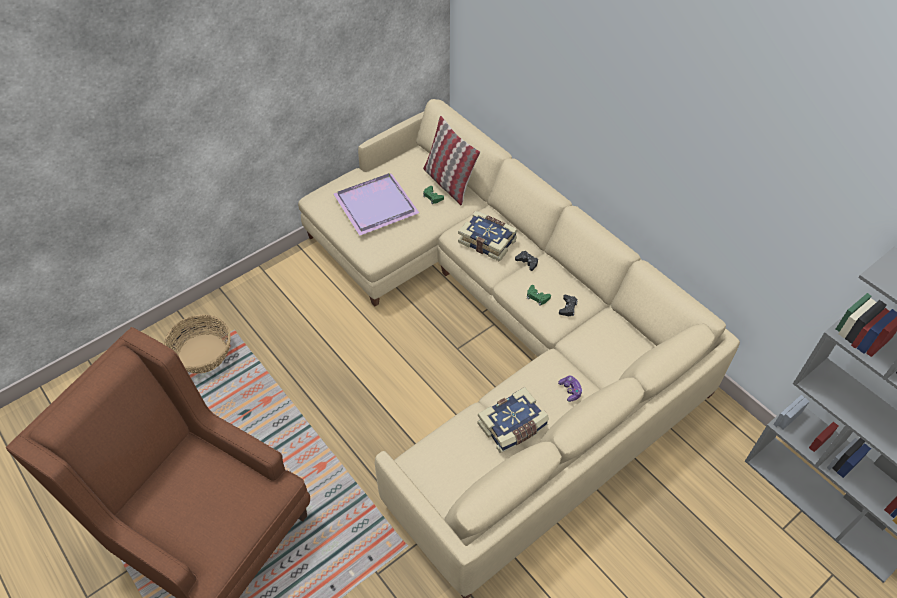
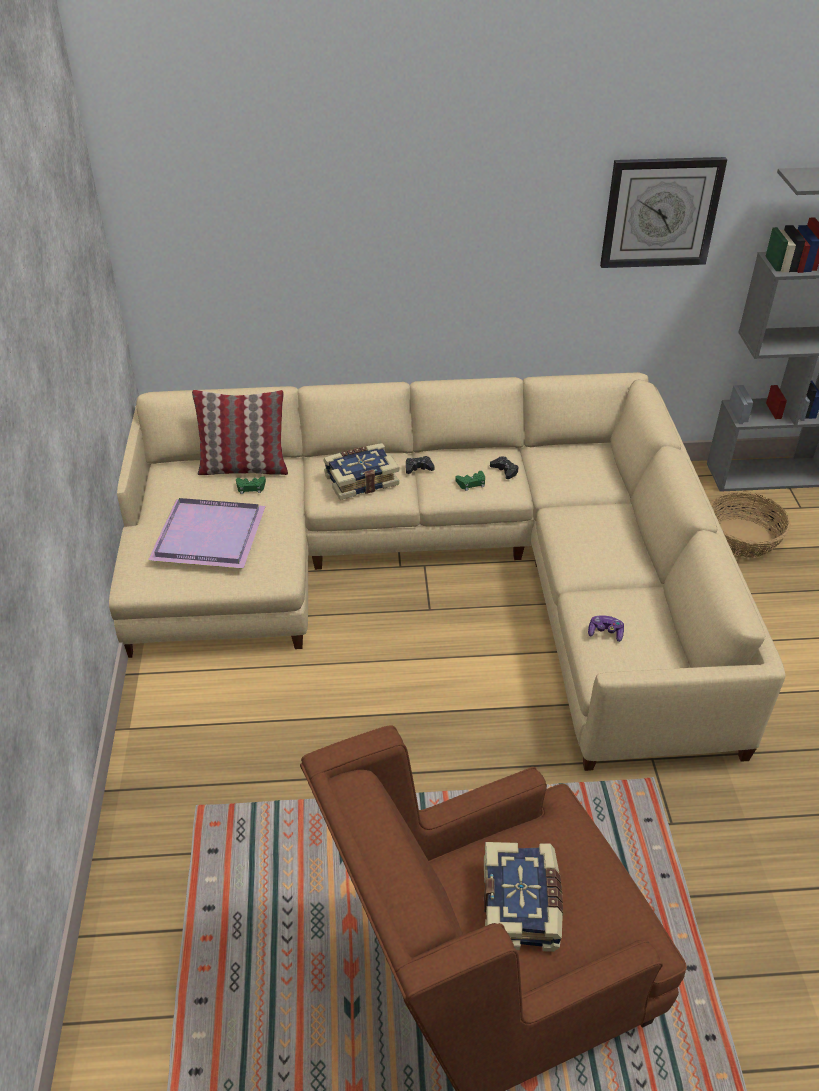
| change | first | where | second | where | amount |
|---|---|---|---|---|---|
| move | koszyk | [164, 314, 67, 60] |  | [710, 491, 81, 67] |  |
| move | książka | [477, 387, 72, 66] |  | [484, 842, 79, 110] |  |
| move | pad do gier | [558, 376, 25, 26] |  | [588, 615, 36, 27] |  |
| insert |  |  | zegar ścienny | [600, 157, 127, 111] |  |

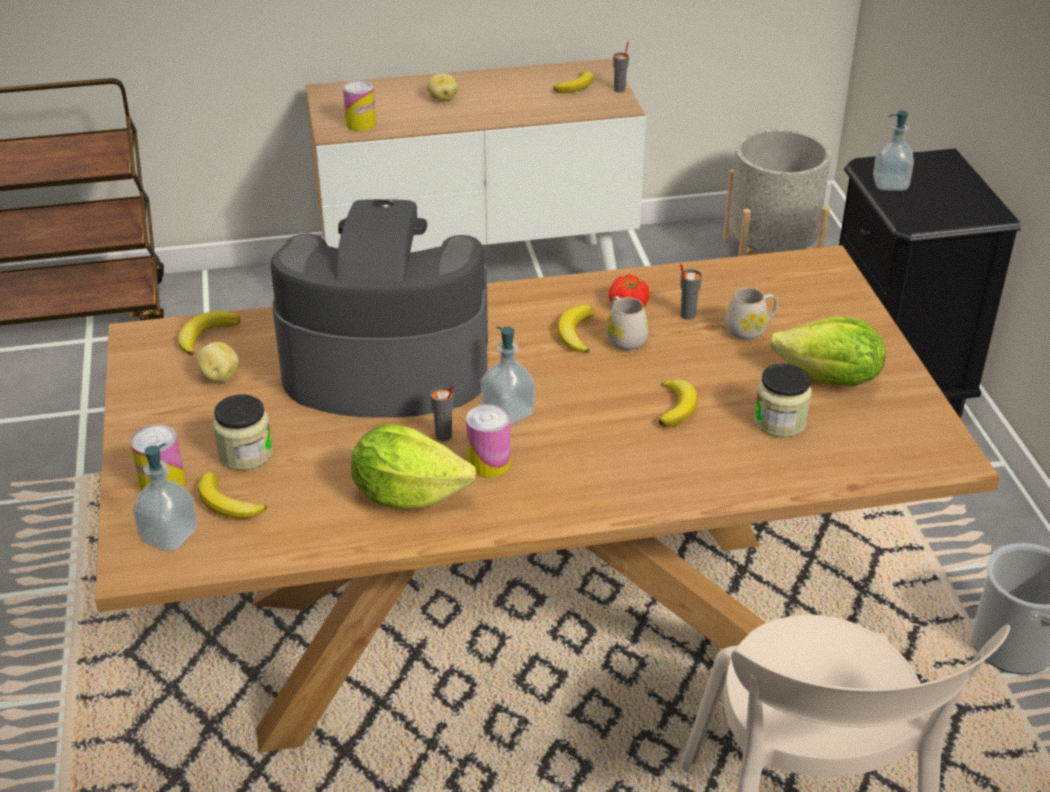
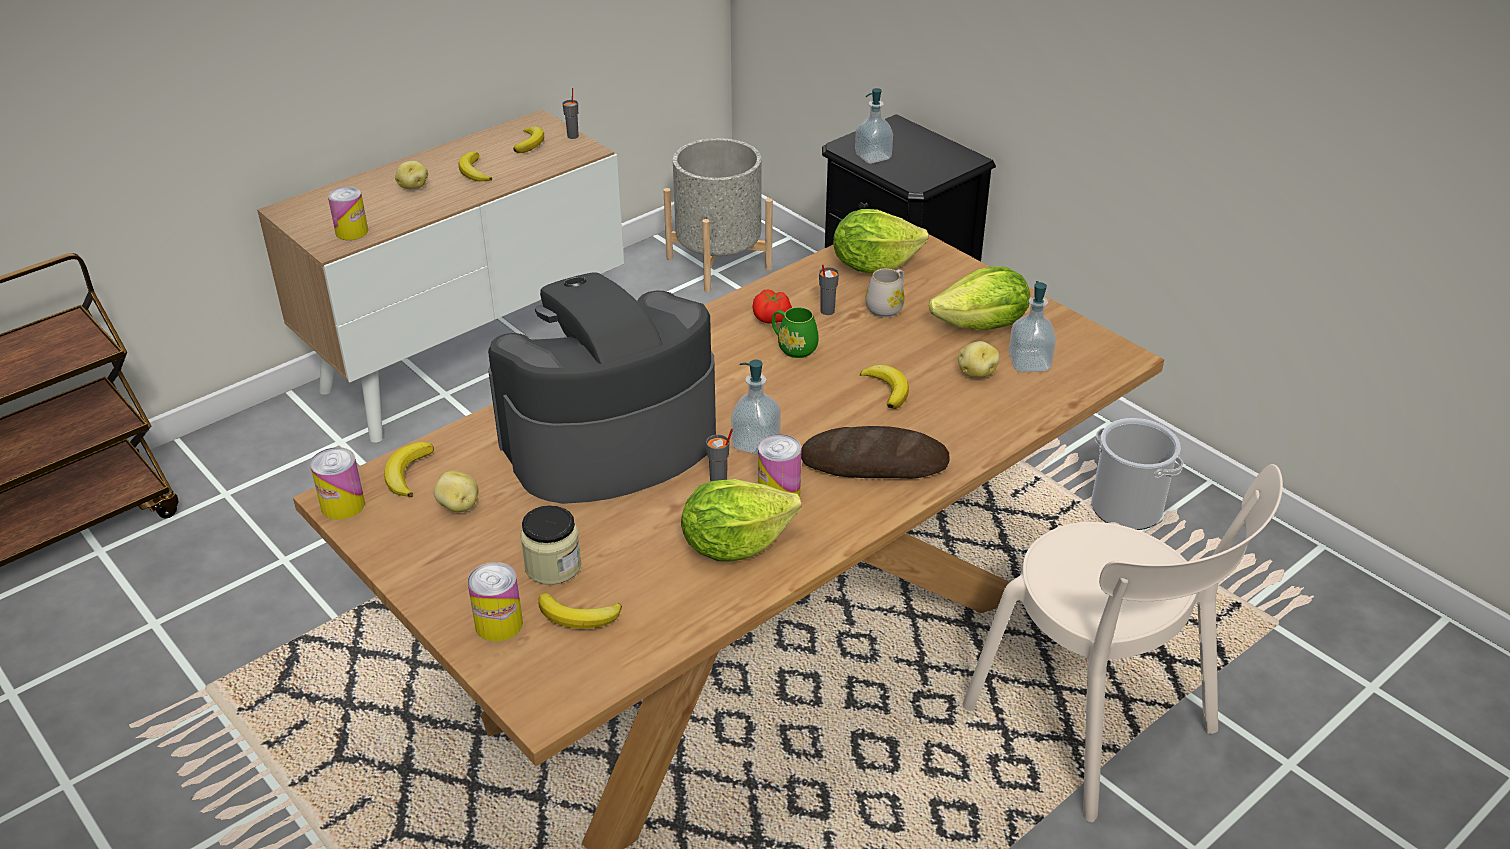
| change | first | where | second | where | amount |
|---|---|---|---|---|---|
| move | dozownik mydła | [133, 443, 65, 109] |  | [1009, 281, 47, 91] |  |
| move | banan | [558, 305, 37, 48] |  | [458, 152, 34, 30] |  |
| recolor | kubek/biały | [606, 296, 43, 55] | kubek/zielony | [772, 307, 47, 51] |  |
| replace | słoik | [754, 363, 58, 75] | ziemniak | [958, 341, 41, 36] |  |
| insert |  |  | puszka | [310, 447, 55, 73] |  |
| insert |  |  | chleb | [801, 426, 149, 53] |  |
| insert |  |  | sałata | [833, 209, 95, 64] |  |

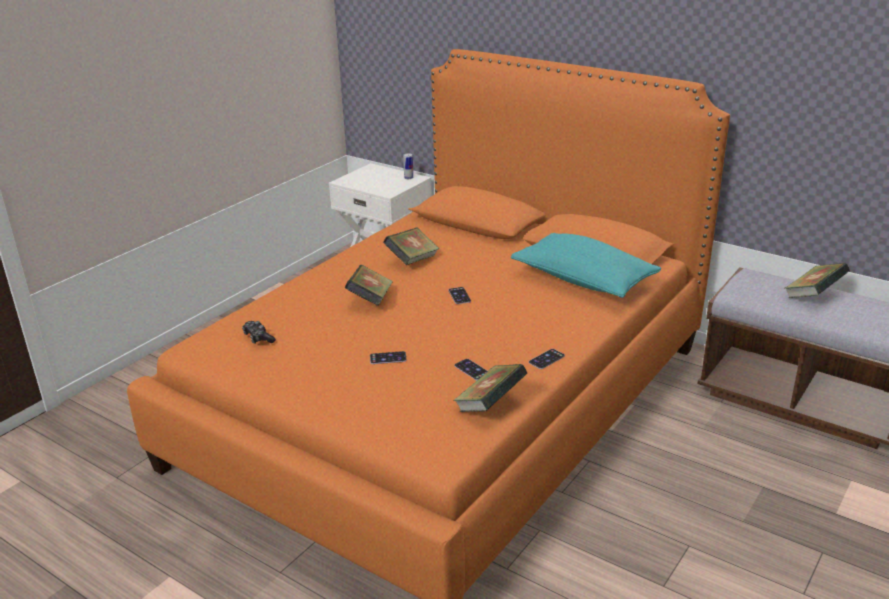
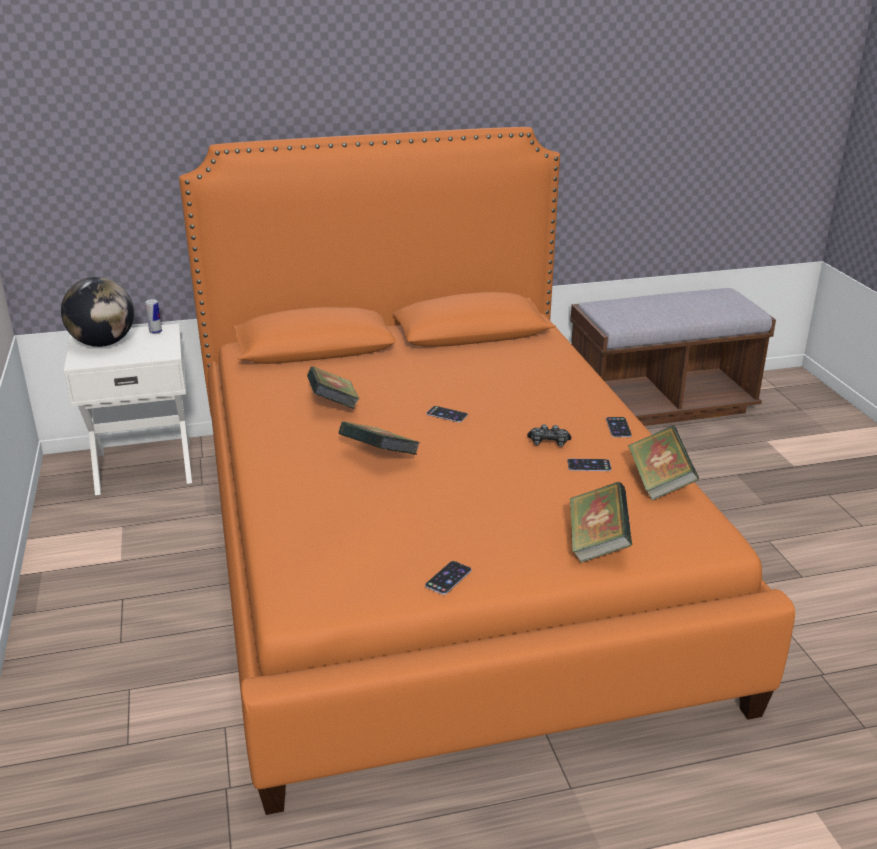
| change | first | where | second | where | amount |
|---|---|---|---|---|---|
| move | pad do gier | [242, 321, 34, 23] |  | [527, 424, 44, 23] |  |
| move | telefon | [370, 351, 37, 13] |  | [425, 561, 47, 34] |  |
| delete | poduszka/turkusowy | [511, 233, 150, 65] |  |  |  |
| move | książka | [785, 263, 65, 35] |  | [570, 482, 62, 81] |  |
| insert |  |  | globus | [61, 277, 73, 70] |  |

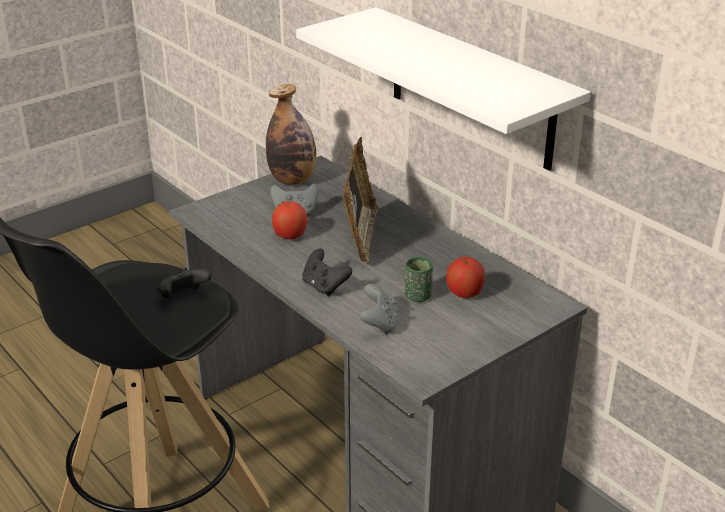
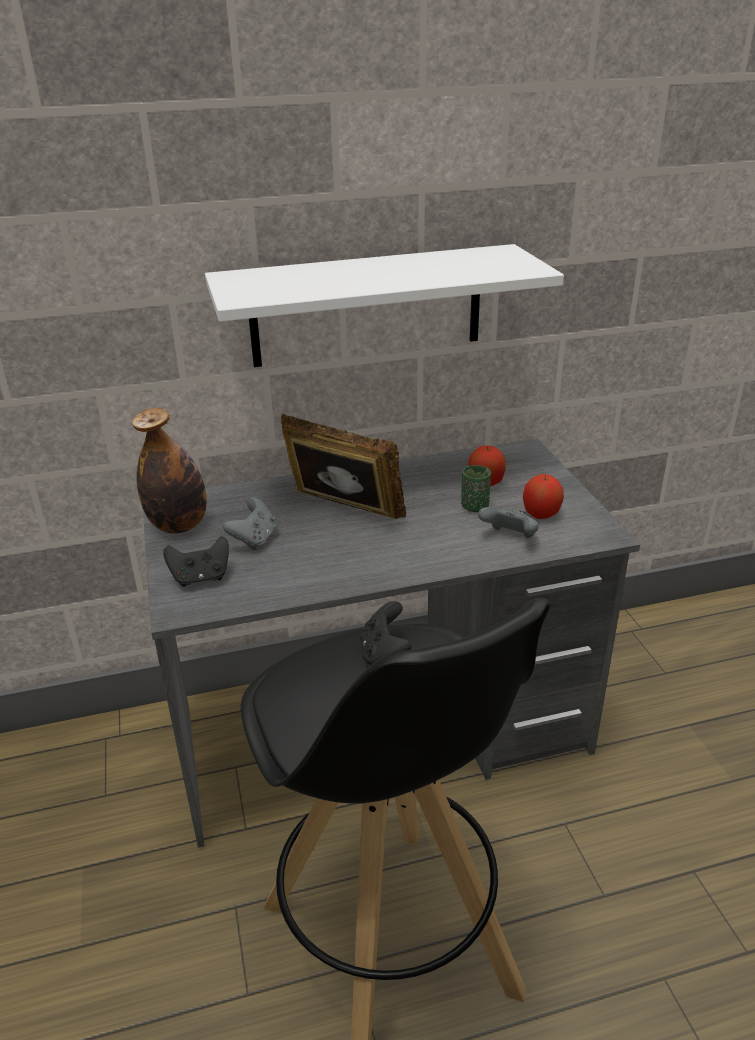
| change | first | where | second | where | amount |
|---|---|---|---|---|---|
| move | jabłko | [272, 201, 35, 38] |  | [523, 474, 41, 45] |  |
| move | pad do gier/czarny | [302, 248, 50, 48] |  | [163, 536, 66, 51] |  |

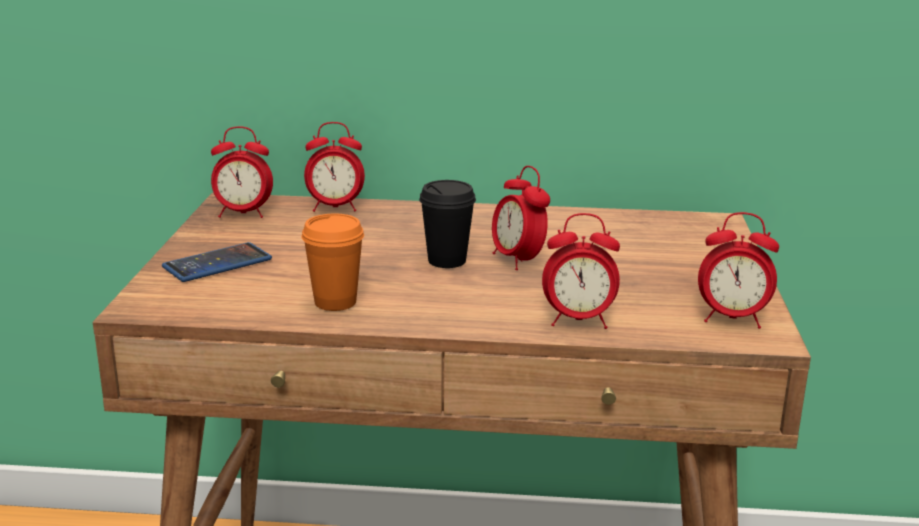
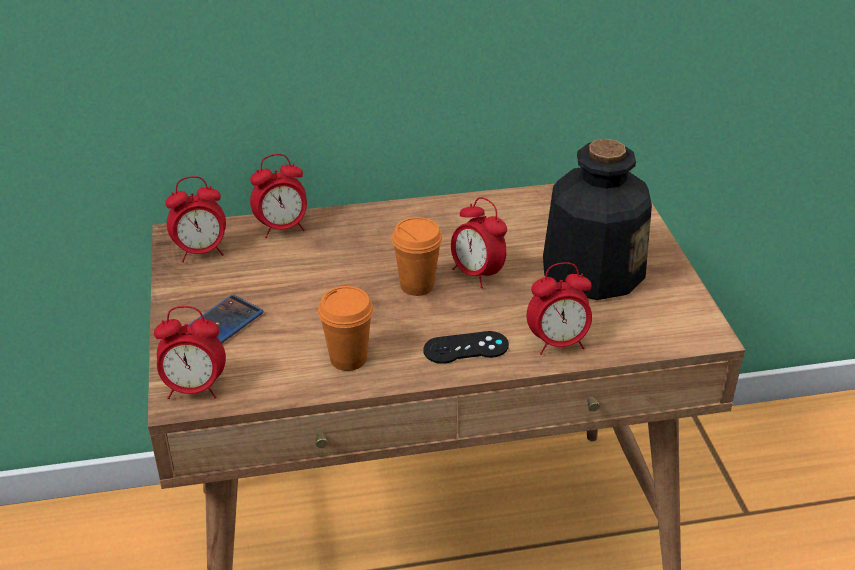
| change | first | where | second | where | amount |
|---|---|---|---|---|---|
| recolor | filiżanka/czarny | [419, 180, 57, 88] | filiżanka/pomarańczowy | [392, 217, 50, 79] |  |
| move | budzik | [698, 212, 81, 117] |  | [154, 306, 72, 93] |  |
| insert |  |  | pad do gier/czarny | [423, 331, 86, 33] |  |
| insert |  |  | butelka | [543, 139, 109, 161] |  |

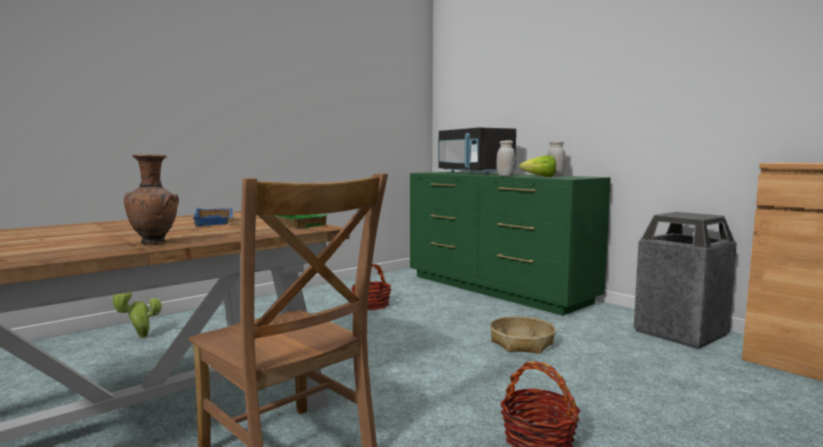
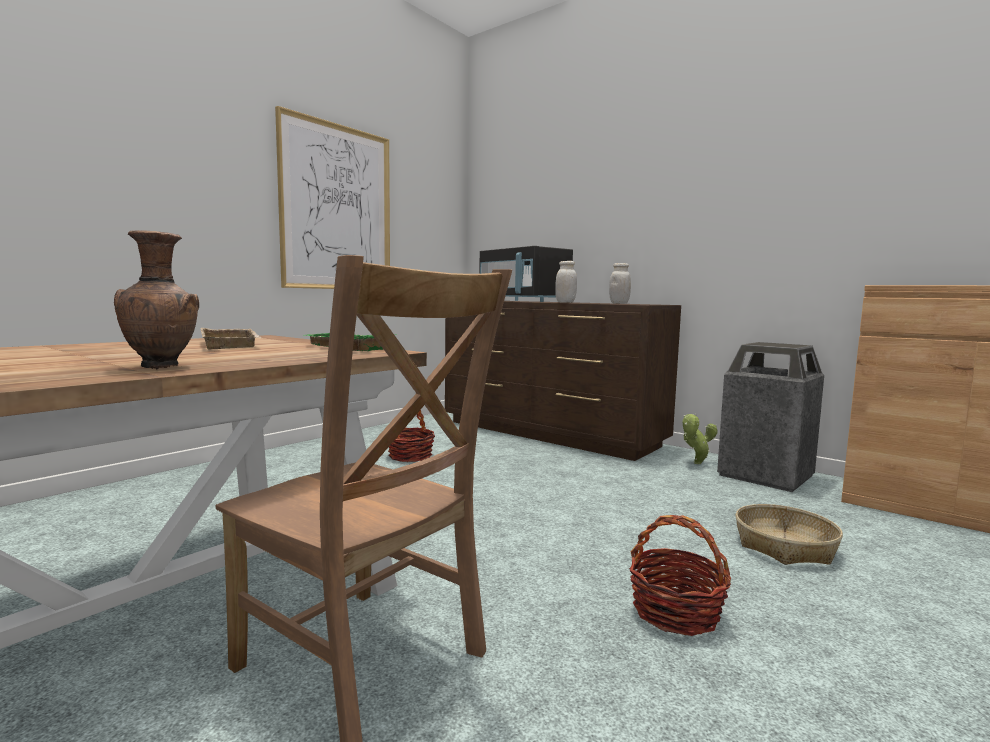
| change | first | where | second | where | amount |
|---|---|---|---|---|---|
| move | roślina doniczkowa | [111, 292, 51, 46] |  | [683, 414, 35, 50] |  |
| recolor | taca/niebieski | [193, 208, 40, 18] | taca/beżowy | [200, 328, 61, 21] |  |
| recolor | komoda/zielony | [410, 172, 201, 144] | komoda/brązowy | [445, 301, 236, 160] |  |
| move | koszyk | [490, 316, 66, 38] |  | [736, 504, 107, 61] |  |
| delete | sałata | [519, 155, 37, 22] |  |  |  |
| insert |  |  | obraz | [275, 106, 115, 183] |  |

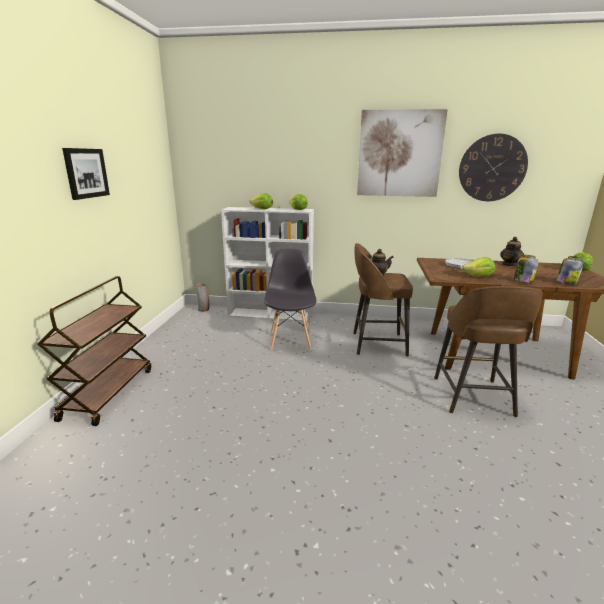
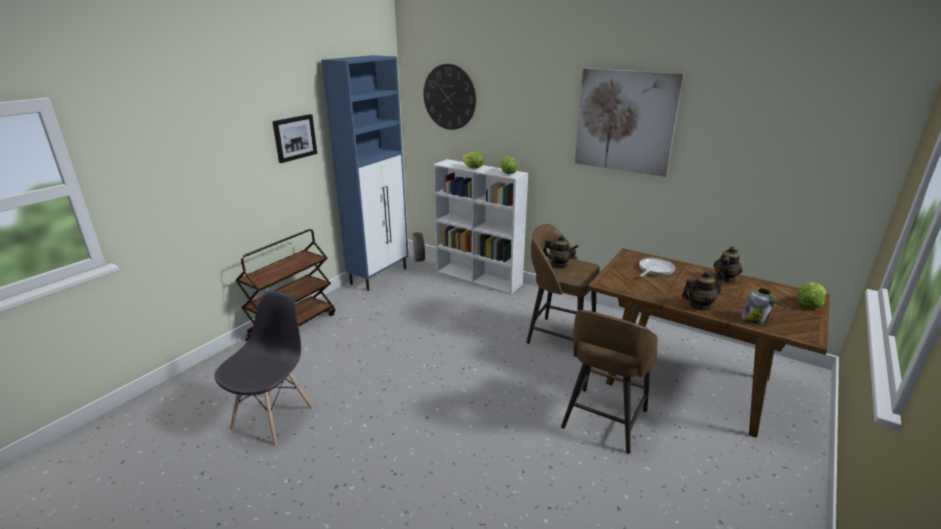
| change | first | where | second | where | amount |
|---|---|---|---|---|---|
| move | krzesło/szary | [264, 249, 52, 101] |  | [214, 290, 99, 155] |  |
| move | zegar ścienny | [459, 134, 69, 67] |  | [424, 64, 52, 66] |  |
| delete | sałata | [462, 257, 34, 20] |  |  |  |
| replace | słoik | [514, 255, 25, 28] | imbryk | [682, 271, 43, 39] |  |
| insert |  |  | szafka/niebieski | [321, 55, 87, 236] |  |

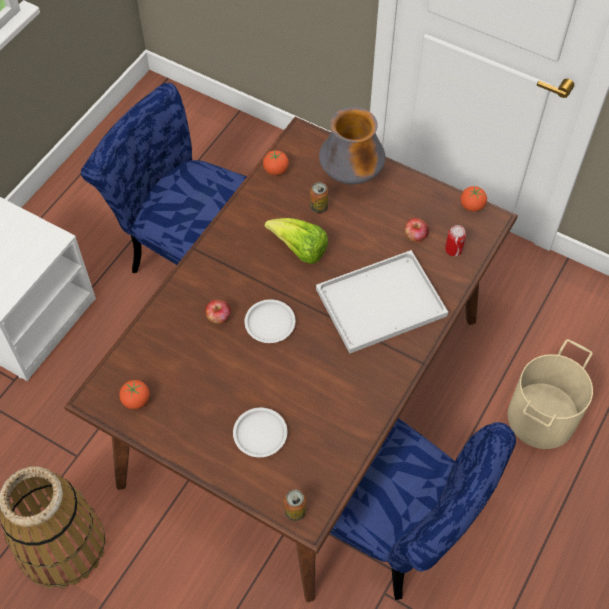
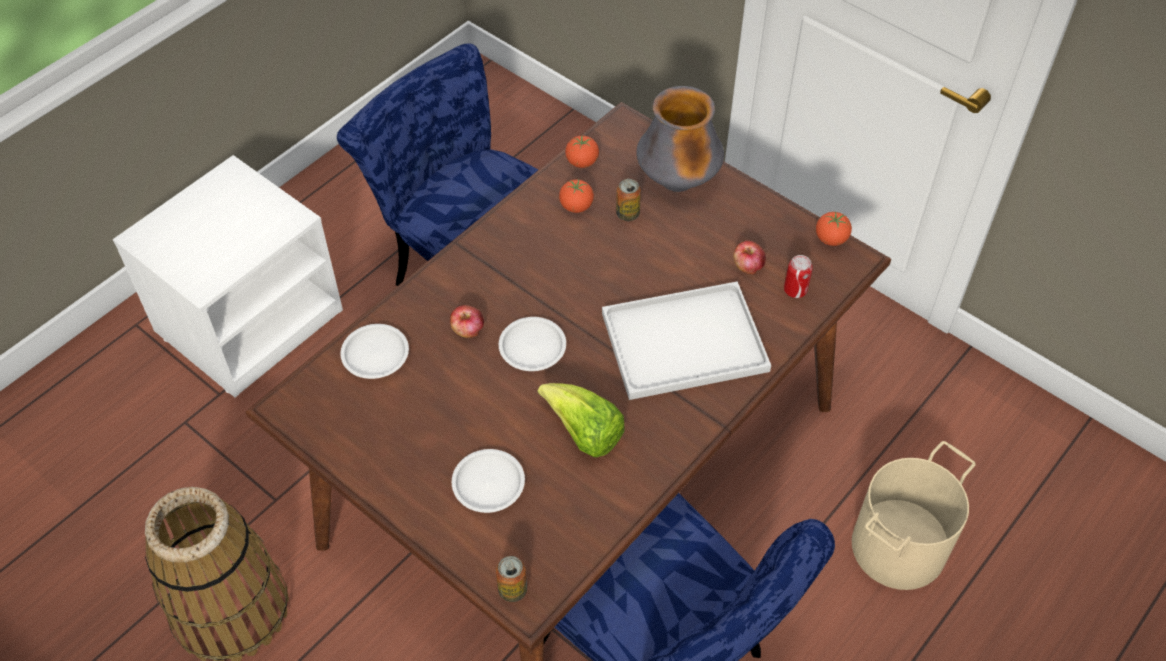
| change | first | where | second | where | amount |
|---|---|---|---|---|---|
| move | pomidor | [119, 380, 30, 29] |  | [559, 180, 35, 33] |  |
| move | sałata | [265, 218, 63, 46] |  | [538, 383, 87, 74] |  |
| insert |  |  | talerz/biały | [341, 324, 68, 55] |  |

